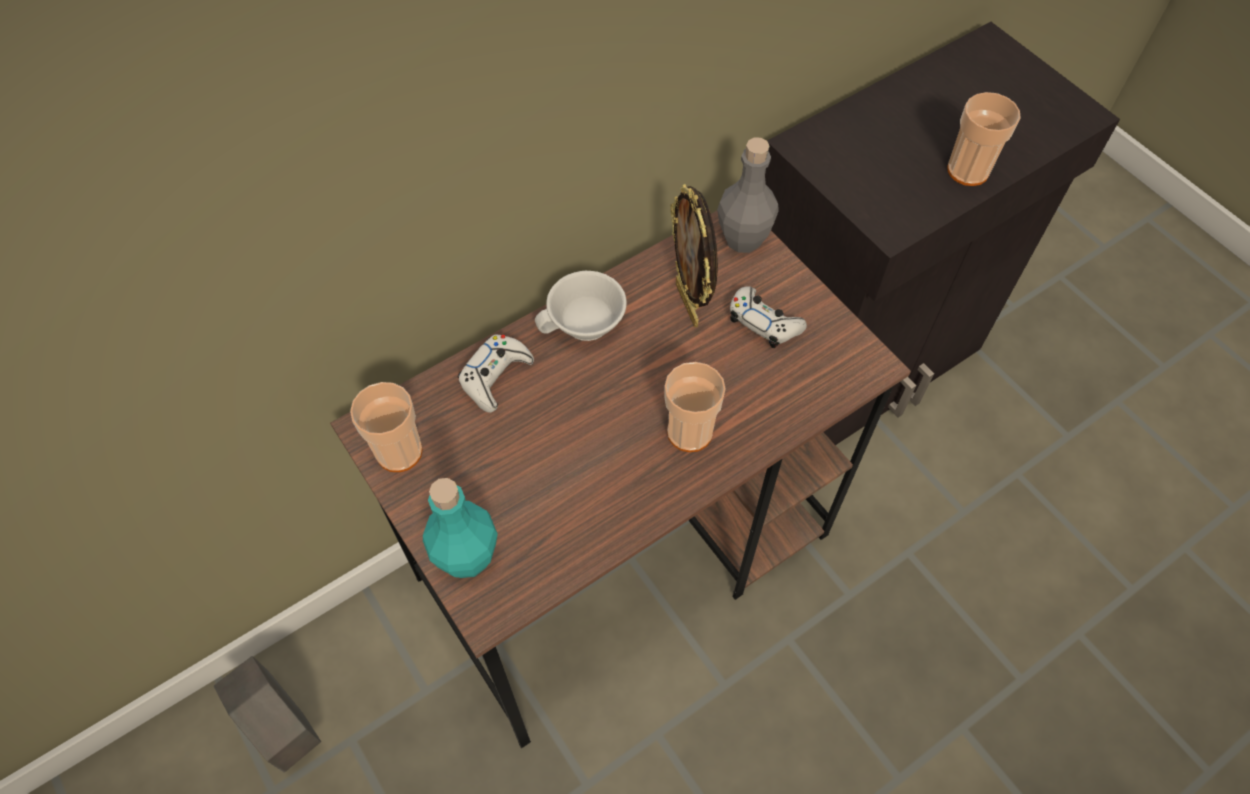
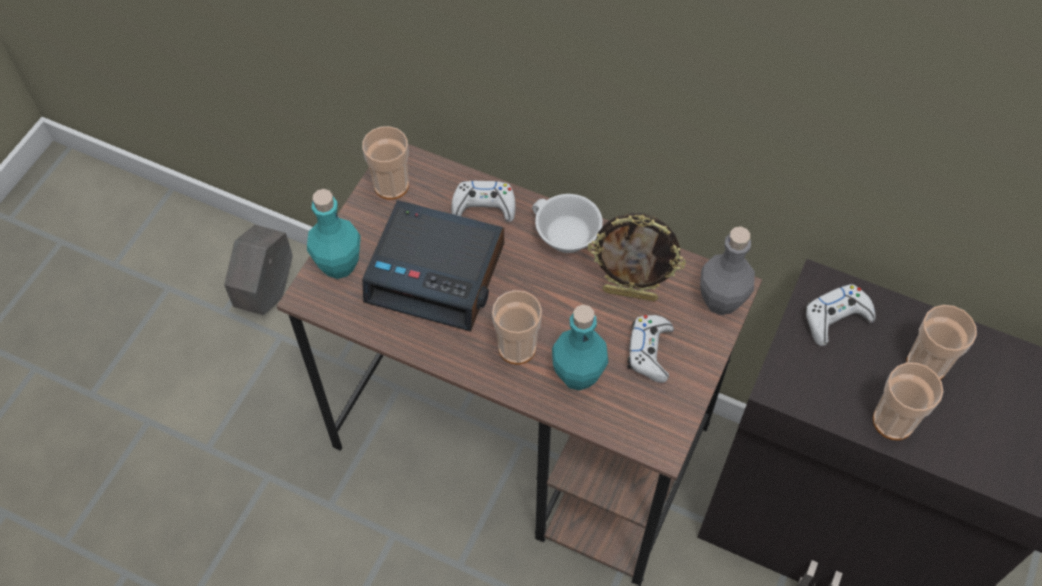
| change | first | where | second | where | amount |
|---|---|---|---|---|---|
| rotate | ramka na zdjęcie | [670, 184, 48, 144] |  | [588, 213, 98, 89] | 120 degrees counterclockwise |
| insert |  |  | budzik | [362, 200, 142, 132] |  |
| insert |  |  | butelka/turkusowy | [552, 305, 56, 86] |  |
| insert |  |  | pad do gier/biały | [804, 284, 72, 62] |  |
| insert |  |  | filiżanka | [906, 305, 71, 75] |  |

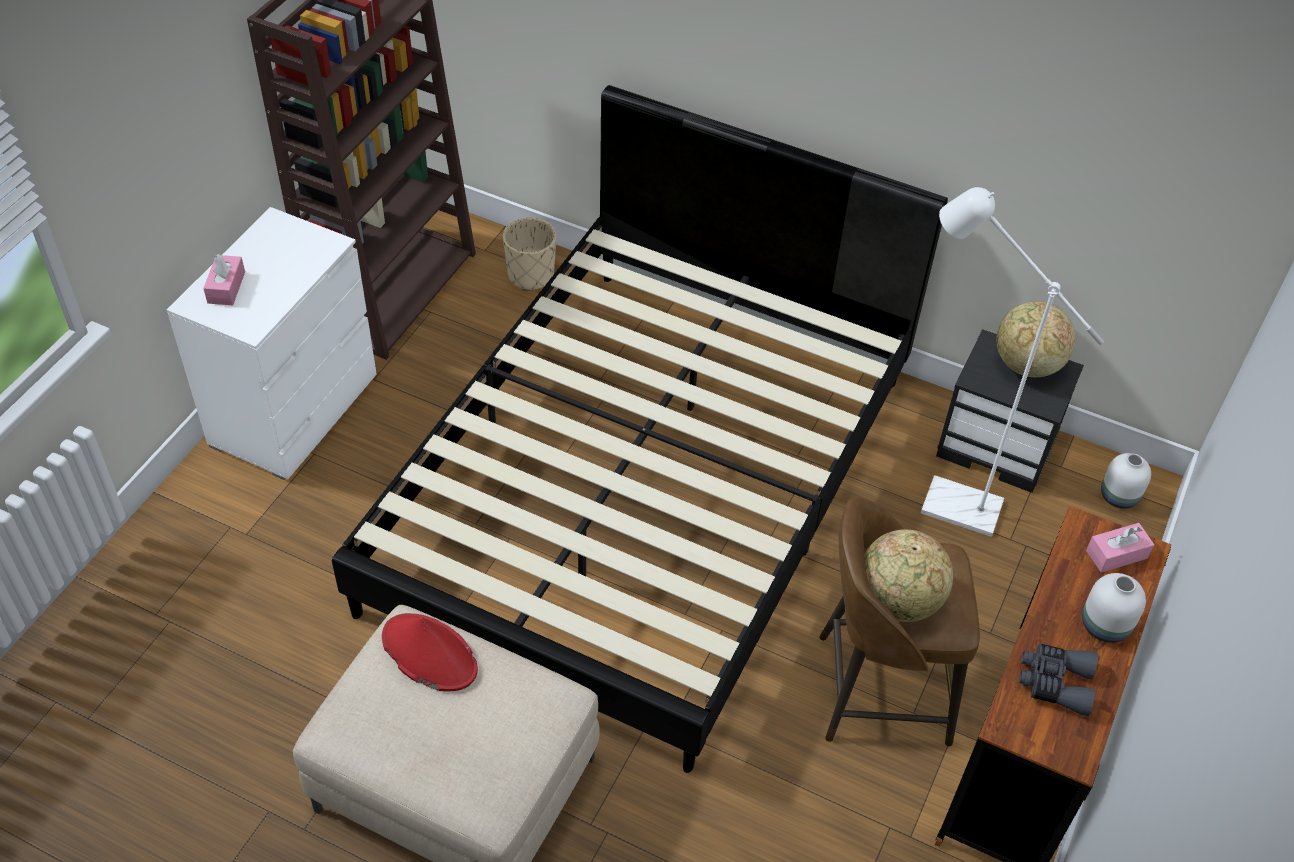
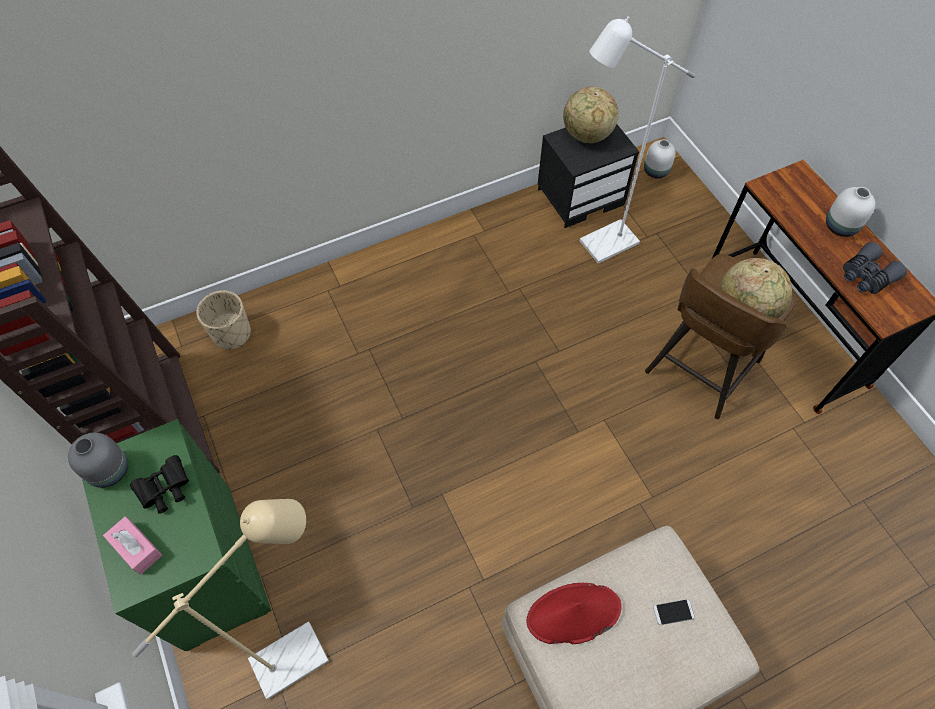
| change | first | where | second | where | amount |
|---|---|---|---|---|---|
| recolor | komoda/biały | [167, 207, 210, 273] | komoda/zielony | [82, 419, 190, 232] |  |
| delete | łóżko/czarny | [332, 85, 616, 688] |  |  |  |
| delete | pudełko chusteczek/różowy | [1086, 523, 69, 49] |  |  |  |
| insert |  |  | wazon/szary | [68, 433, 60, 55] |  |
| insert |  |  | lornetka/czarny | [130, 455, 59, 59] |  |
| insert |  |  | lampa stojąca/beżowy | [132, 499, 197, 201] |  |
| insert |  |  | telefon | [653, 599, 42, 26] |  |

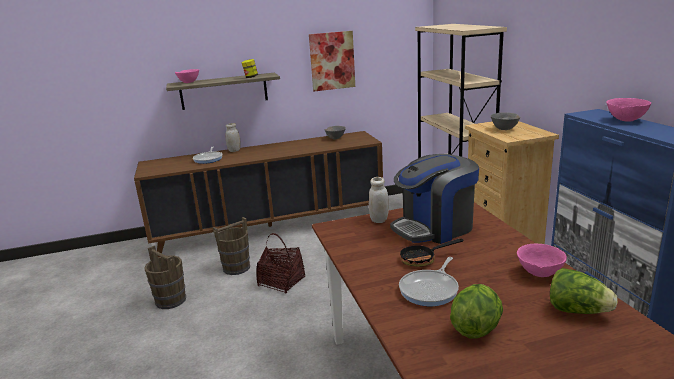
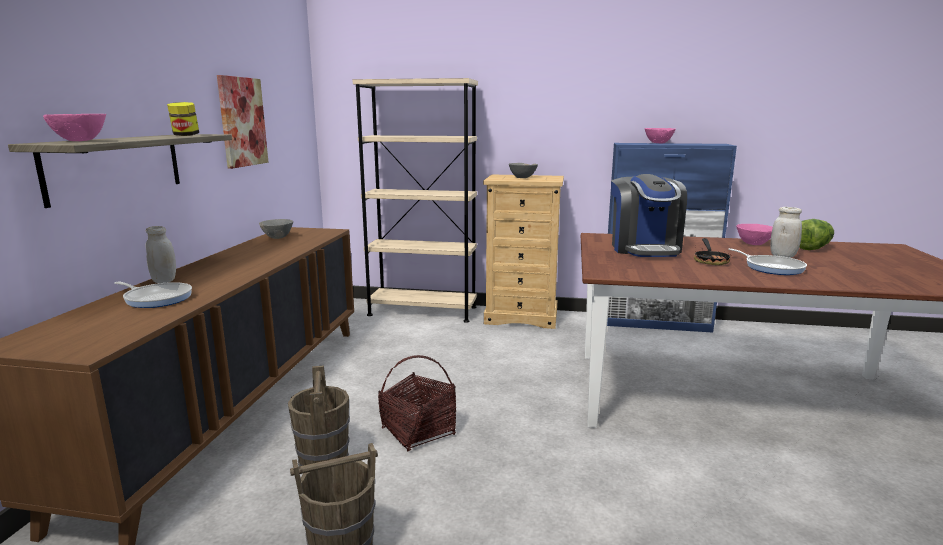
| change | first | where | second | where | amount |
|---|---|---|---|---|---|
| move | słoik/biały | [369, 177, 20, 46] |  | [770, 207, 32, 51] |  |
| delete | sałata | [450, 284, 53, 55] |  |  |  |

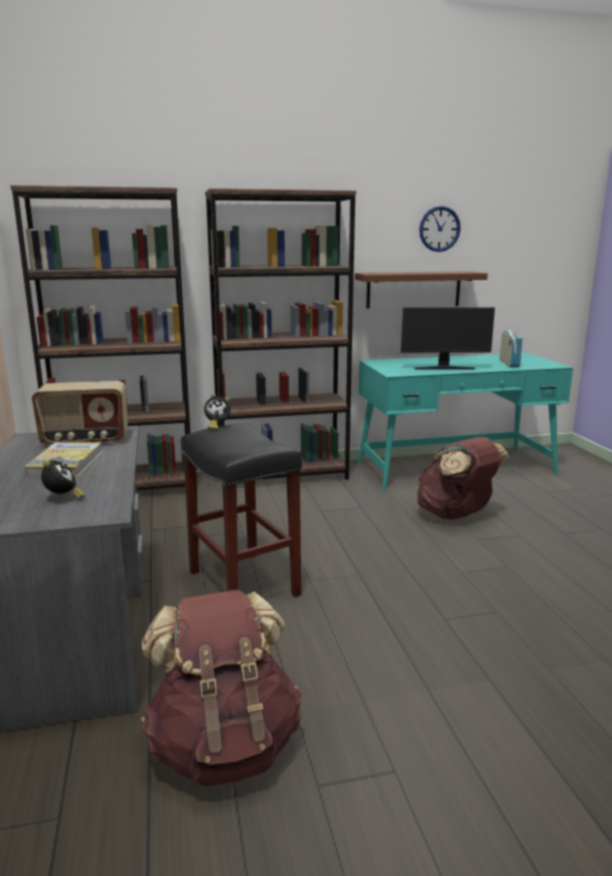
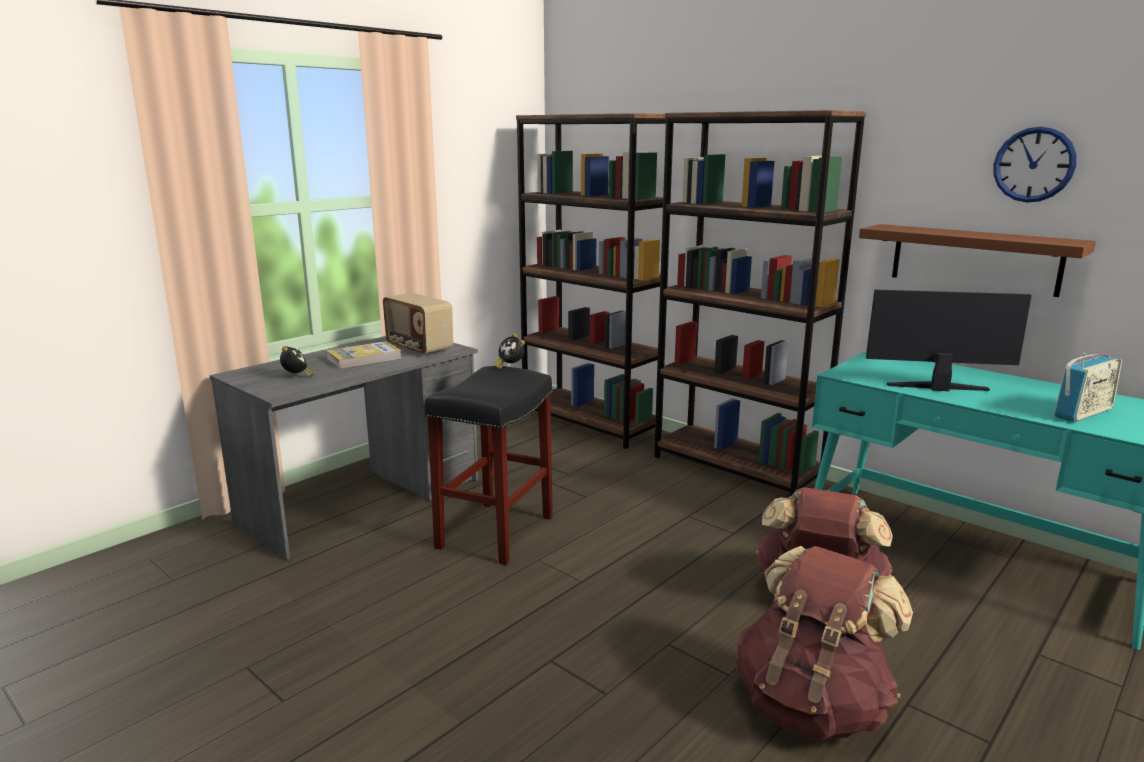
| change | first | where | second | where | amount |
|---|---|---|---|---|---|
| rotate | budzik | [41, 458, 44, 41] |  | [280, 346, 34, 30] | 60 degrees counterclockwise |
| move | plecak/brązowy | [141, 590, 161, 197] |  | [735, 546, 178, 194] |  |
| rotate | monitor | [401, 307, 94, 63] |  | [866, 289, 166, 102] | 135 degrees clockwise |

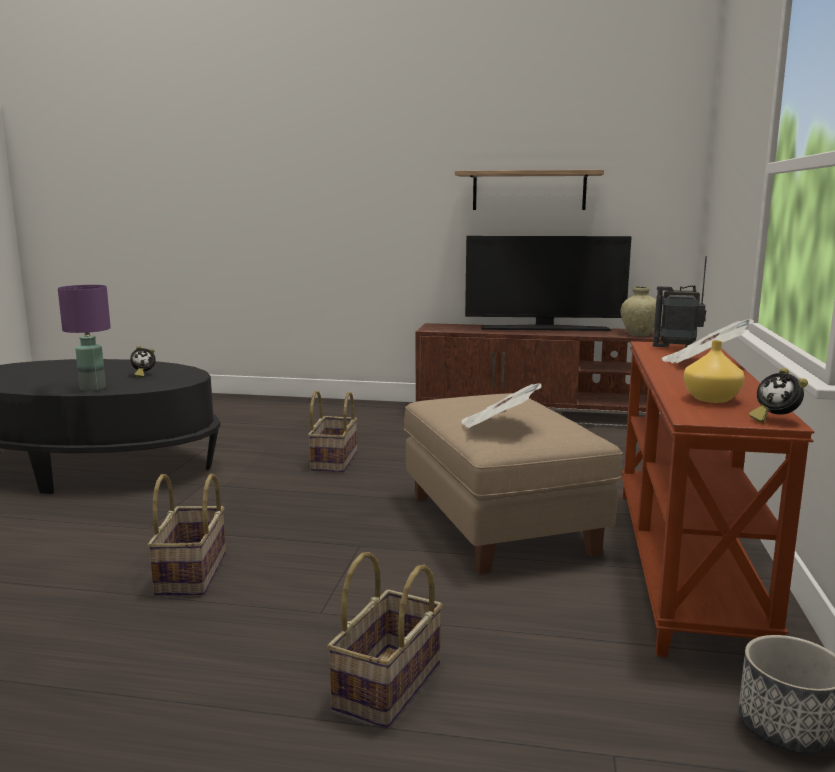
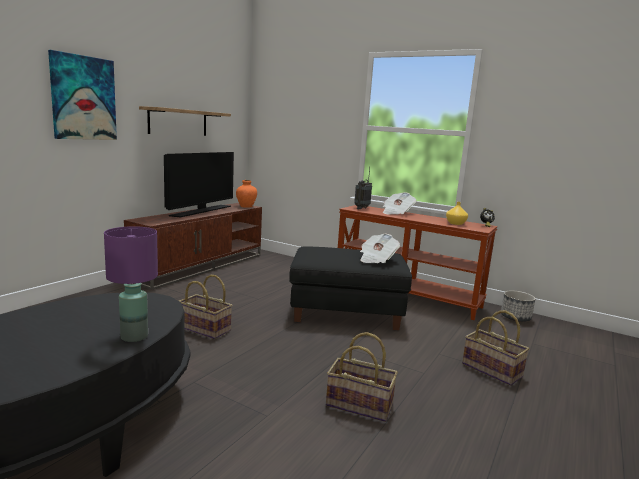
| change | first | where | second | where | amount |
|---|---|---|---|---|---|
| delete | budzik | [130, 346, 26, 32] |  |  |  |
| recolor | pufa/beżowy | [404, 393, 219, 182] | pufa/czarny | [289, 246, 123, 84] |  |
| recolor | wazon/beżowy | [621, 286, 35, 50] | wazon/pomarańczowy | [236, 180, 21, 28] |  |
| insert |  |  | obraz | [48, 50, 69, 90] |  |

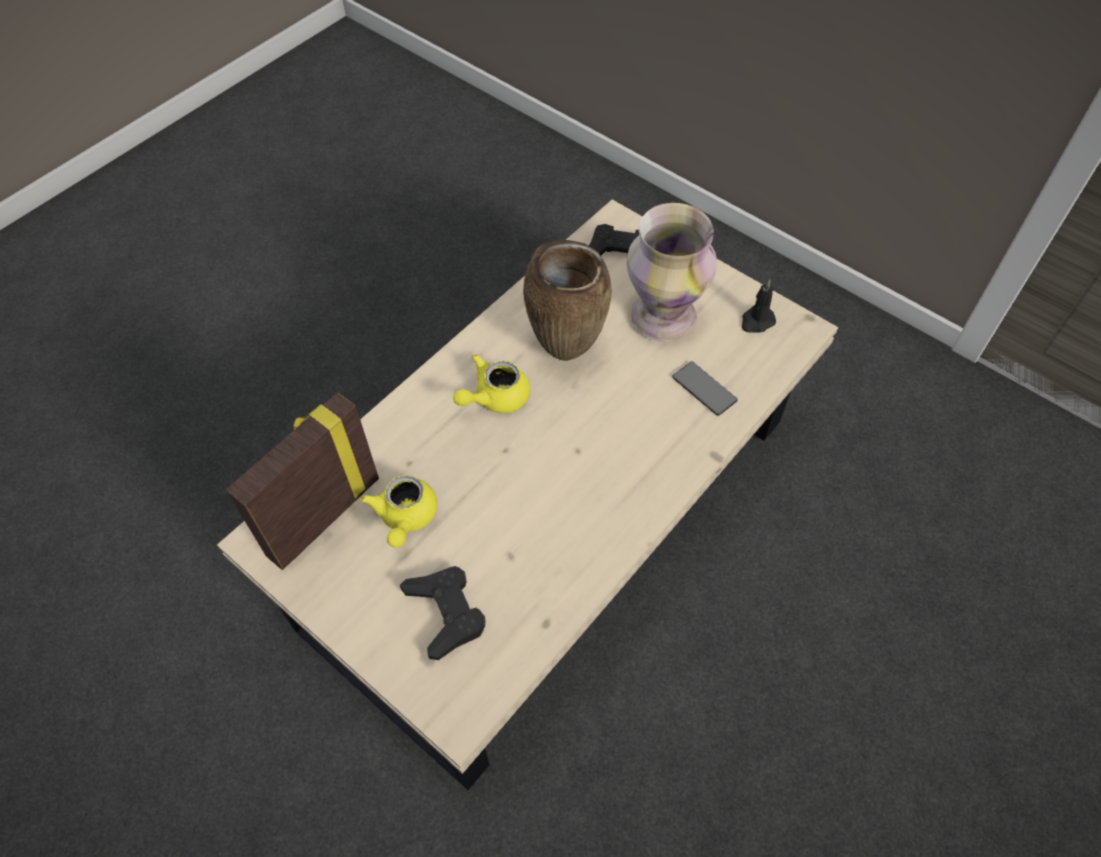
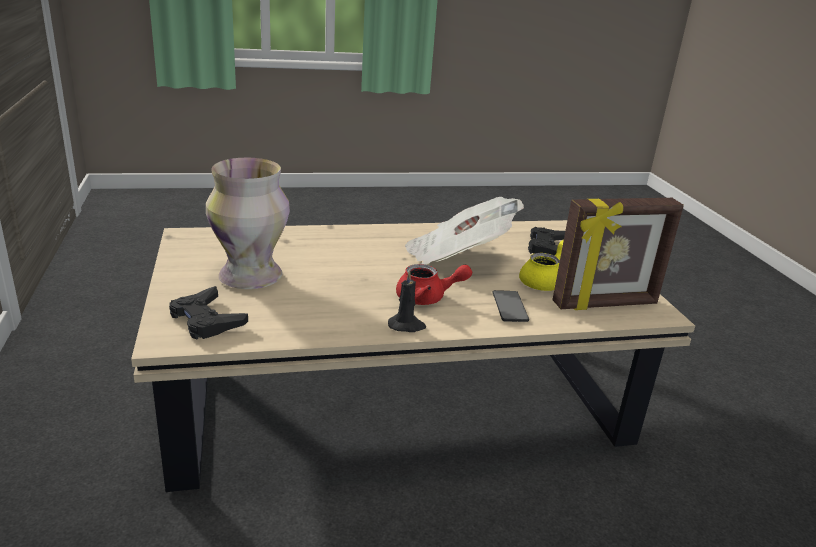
| change | first | where | second | where | amount |
|---|---|---|---|---|---|
| recolor | imbryk/żółty | [453, 354, 77, 59] | imbryk/czerwony | [396, 264, 76, 41] |  |
| delete | wazon/brązowy | [523, 240, 89, 121] |  |  |  |
| move | telefon | [672, 362, 65, 54] |  | [493, 290, 36, 32] |  |
| move | świeca/czarny | [742, 279, 34, 54] |  | [388, 270, 38, 62] |  |
| insert |  |  | gazeta | [405, 197, 119, 68] |  |

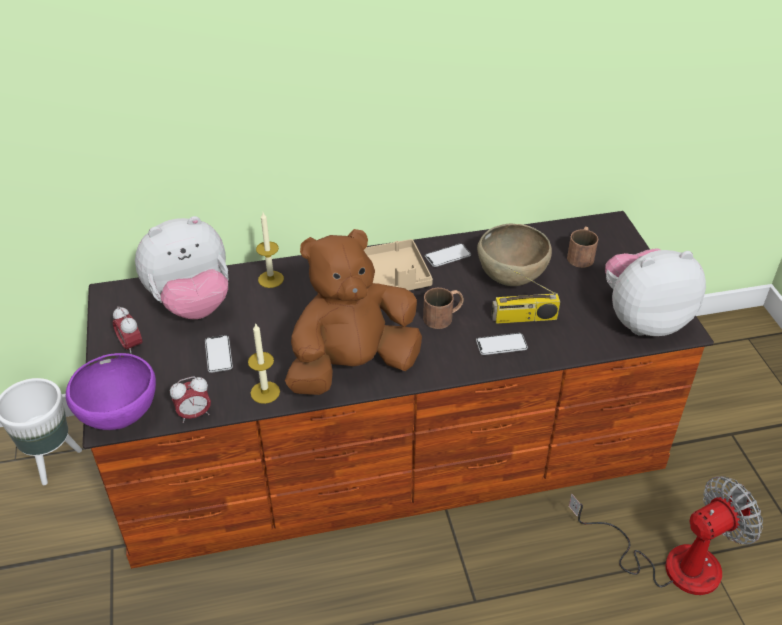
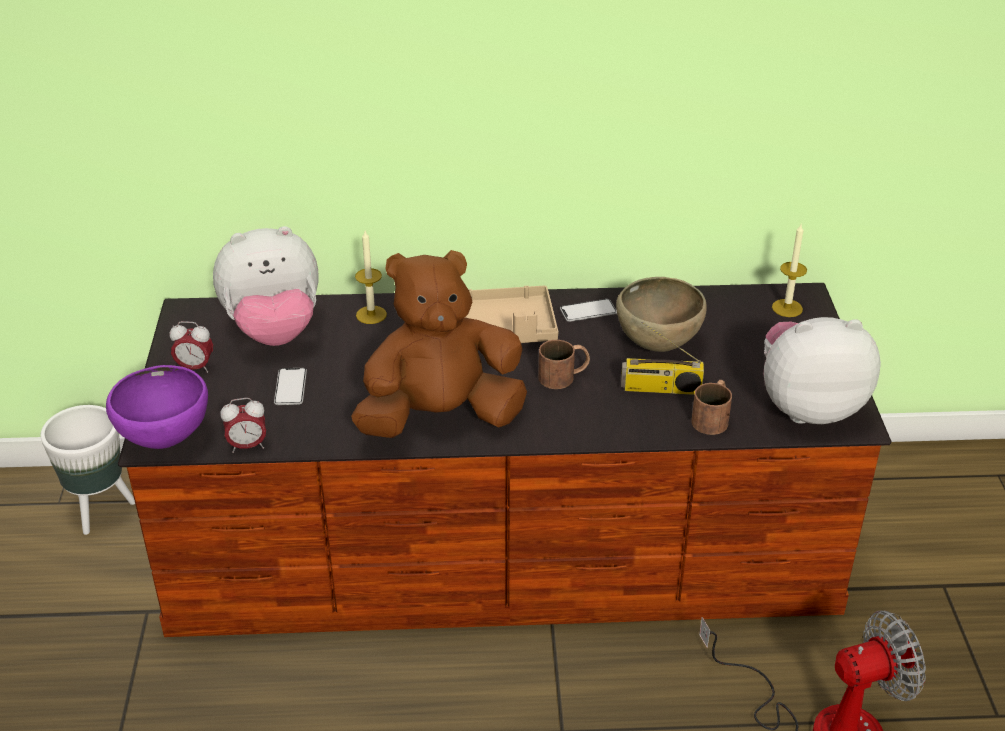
| change | first | where | second | where | amount |
|---|---|---|---|---|---|
| rotate | budzik | [113, 306, 29, 47] |  | [169, 321, 44, 52] | 60 degrees counterclockwise |
| move | świeca | [248, 323, 32, 81] |  | [772, 224, 35, 93] |  |
| delete | telefon | [476, 333, 52, 22] |  |  |  |
| move | kubek/brązowy | [567, 226, 31, 42] |  | [691, 380, 41, 55] |  |

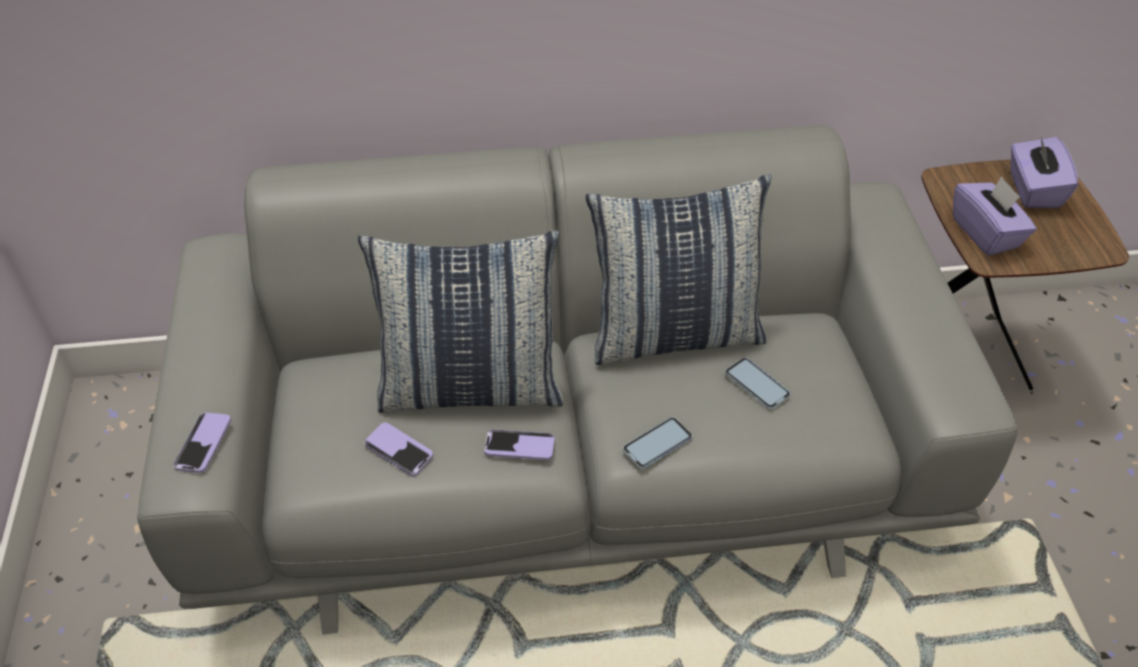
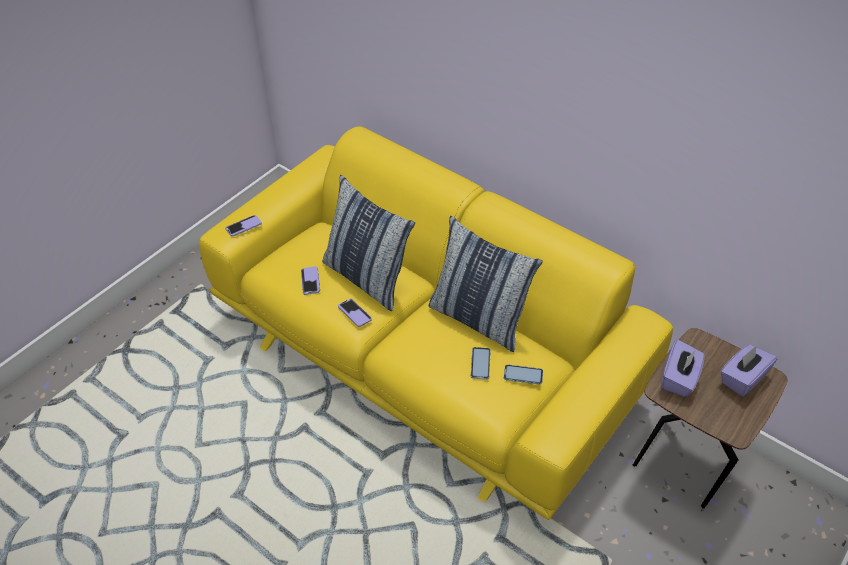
| change | first | where | second | where | amount |
|---|---|---|---|---|---|
| recolor | kanapa/szary | [137, 125, 880, 510] | kanapa/żółty | [199, 126, 474, 394] |  |
| move | telefon | [623, 417, 69, 52] |  | [504, 364, 39, 21] |  |

